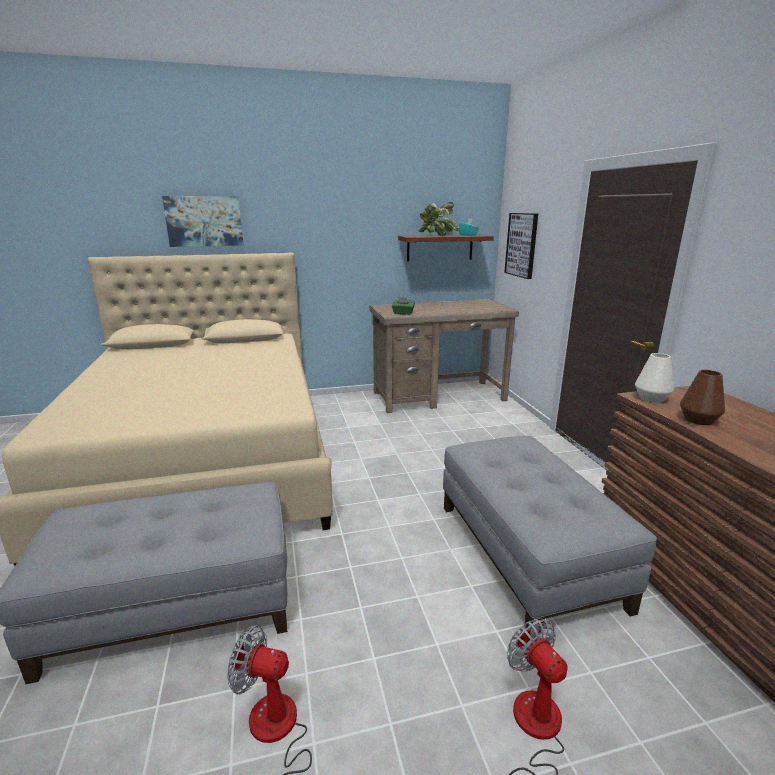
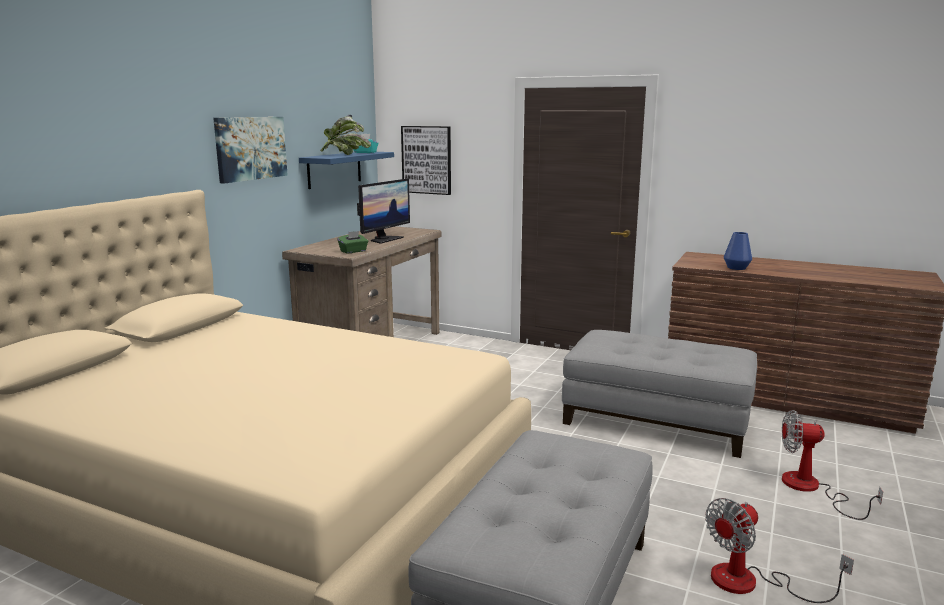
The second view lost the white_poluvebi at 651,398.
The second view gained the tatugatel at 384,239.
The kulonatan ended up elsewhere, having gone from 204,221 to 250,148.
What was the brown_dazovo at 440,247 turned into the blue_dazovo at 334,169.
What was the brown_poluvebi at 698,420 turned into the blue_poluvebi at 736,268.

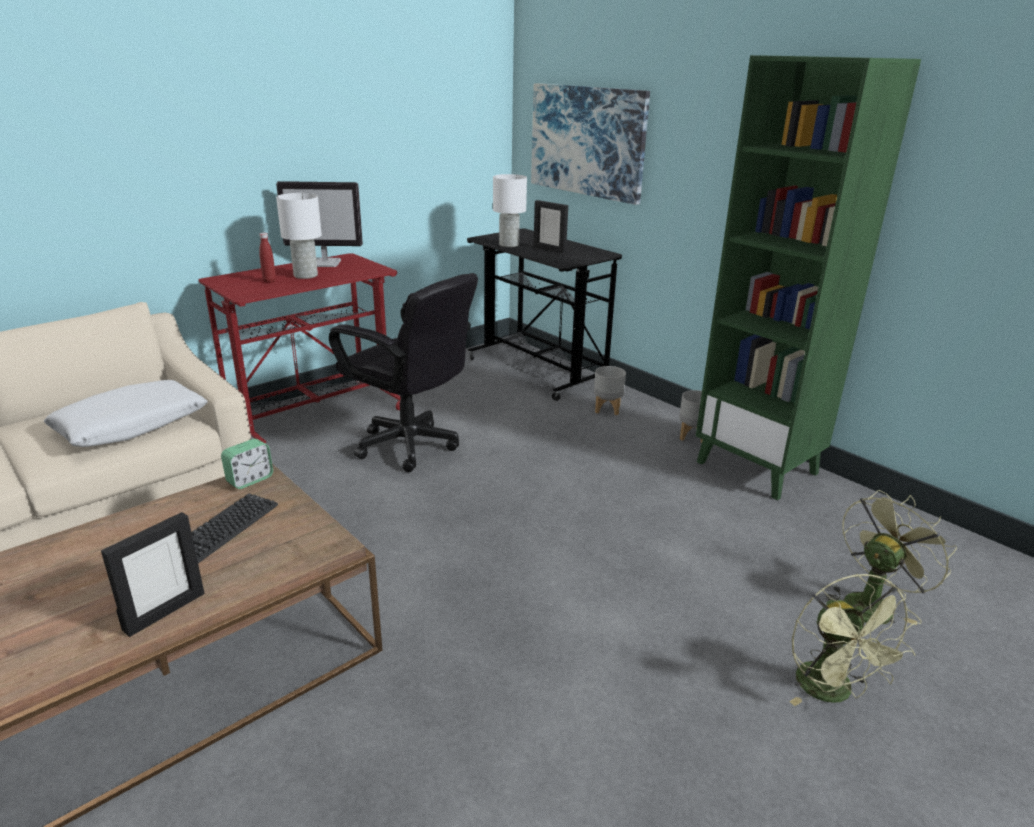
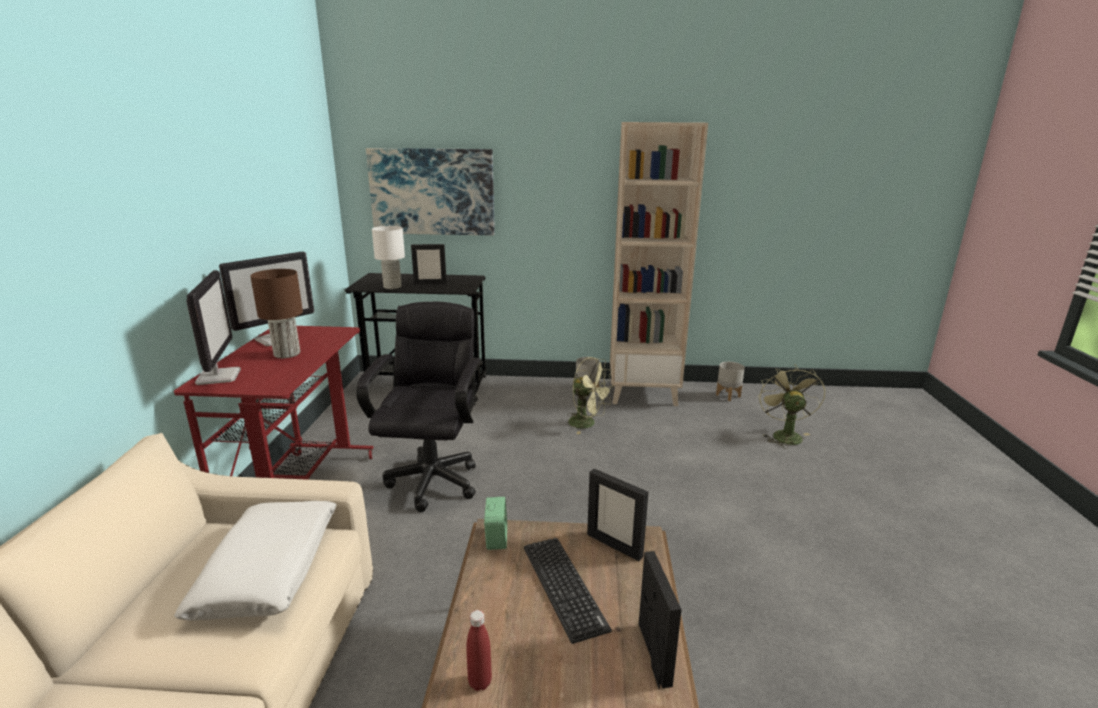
The second view gained the tatugatel at 218,376.
The second view gained the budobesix at 615,544.
The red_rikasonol ended up elsewhere, having gone from 269,281 to 480,682.
The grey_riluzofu ended up elsewhere, having gone from 607,409 to 727,396.
The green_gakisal ended up elsewhere, having gone from 832,692 to 587,424.
What was the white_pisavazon at 306,275 turned into the brown_pisavazon at 288,354.
What was the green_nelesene at 758,468 turned into the beige_nelesene at 643,393.
The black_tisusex at 412,448 ended up facing another way, 75 degrees counterclockwise from before.

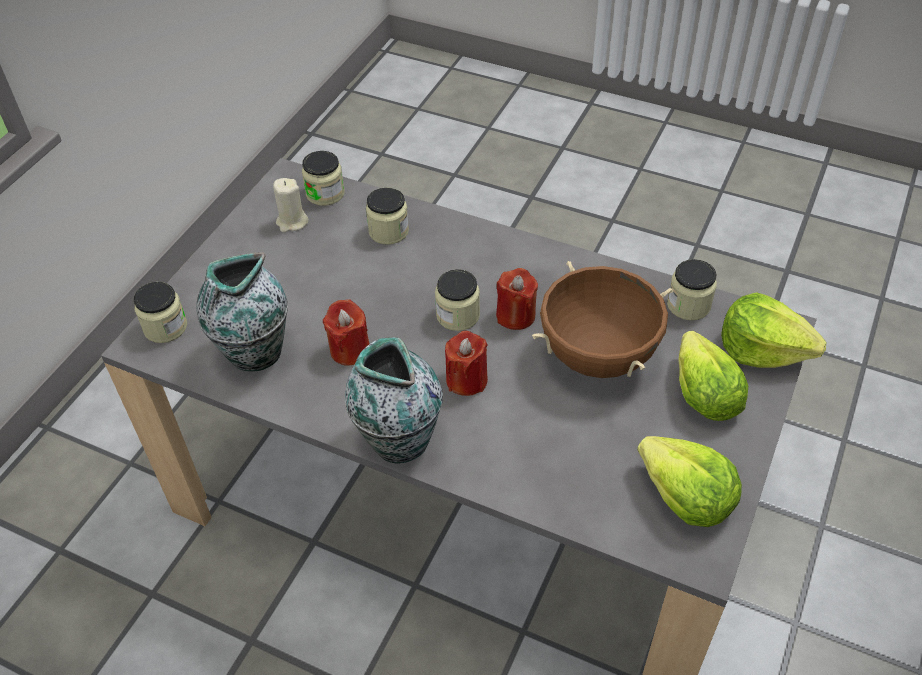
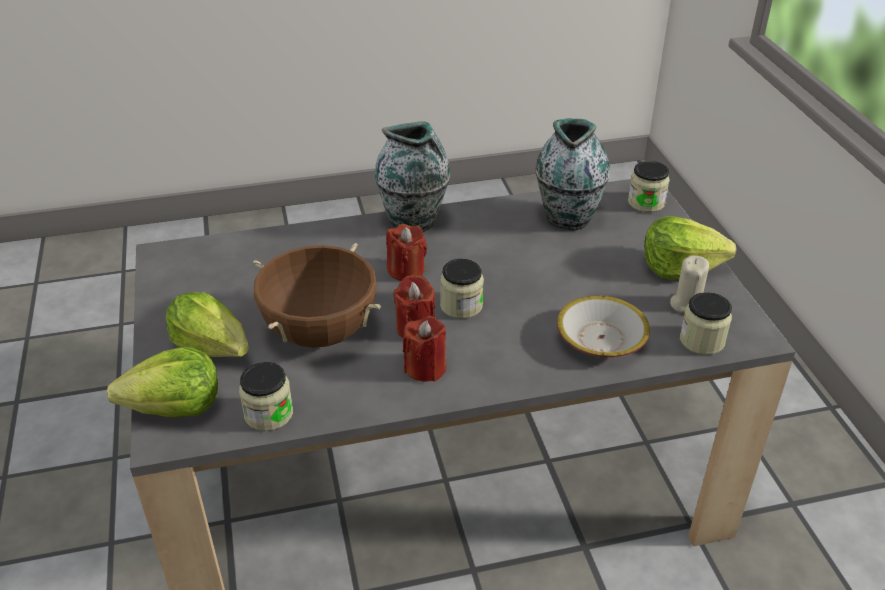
The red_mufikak ended up elsewhere, having gone from 350,350 to 425,368.
The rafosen ended up elsewhere, having gone from 685,498 to 680,266.
Where the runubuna stood at 388,231, the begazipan came to stand at 601,338.

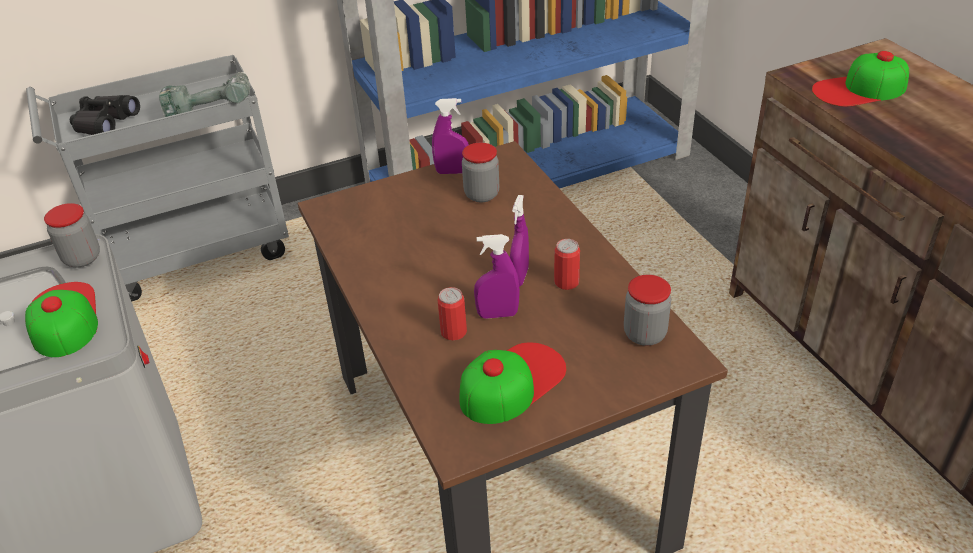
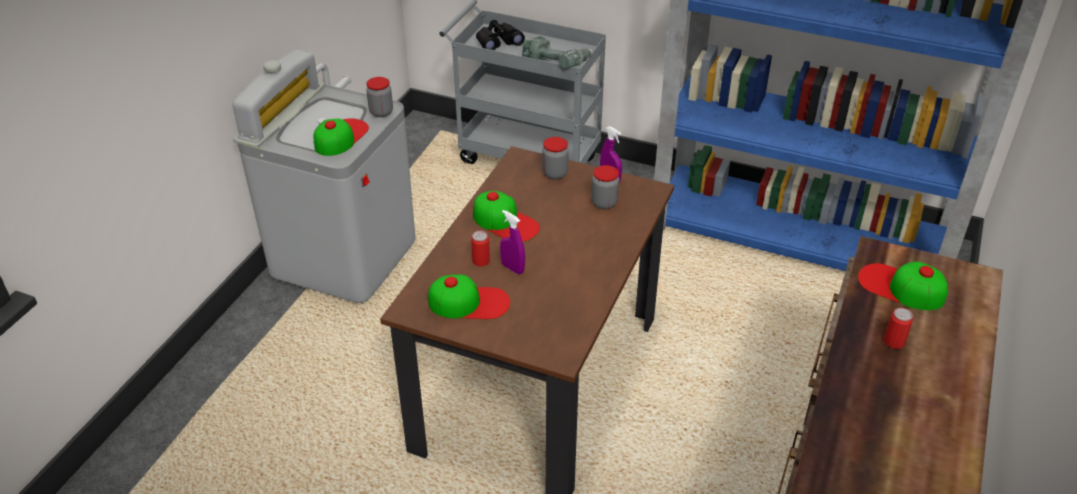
The second view lost the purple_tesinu at 519,277.
The second view gained the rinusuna at 505,222.
The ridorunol ended up elsewhere, having gone from 566,282 to 894,342.
The runubuna ended up elsewhere, having gone from 644,334 to 555,174.

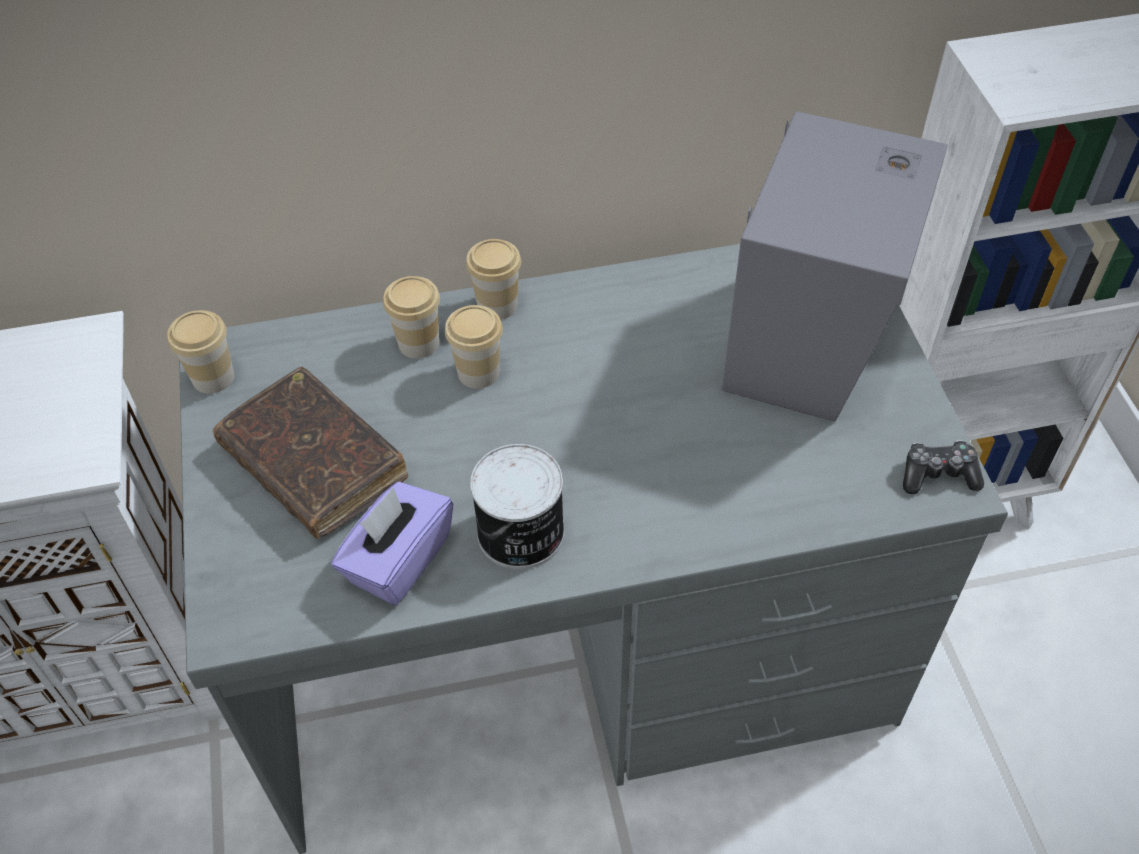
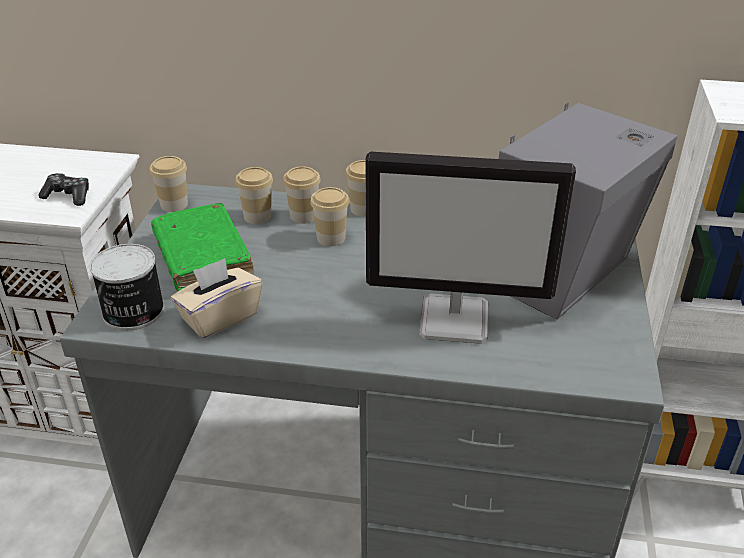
The second view gained the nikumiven at 257,216.
The second view gained the tatugatel at 456,320.
The ridorunol ended up elsewhere, having gone from 521,534 to 133,312.
The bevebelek ended up elsewhere, having gone from 938,474 to 68,196.
What was the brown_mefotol at 314,464 turned into the green_mefotol at 202,258.
What was the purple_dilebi at 398,560 turned into the beige_dilebi at 220,317.

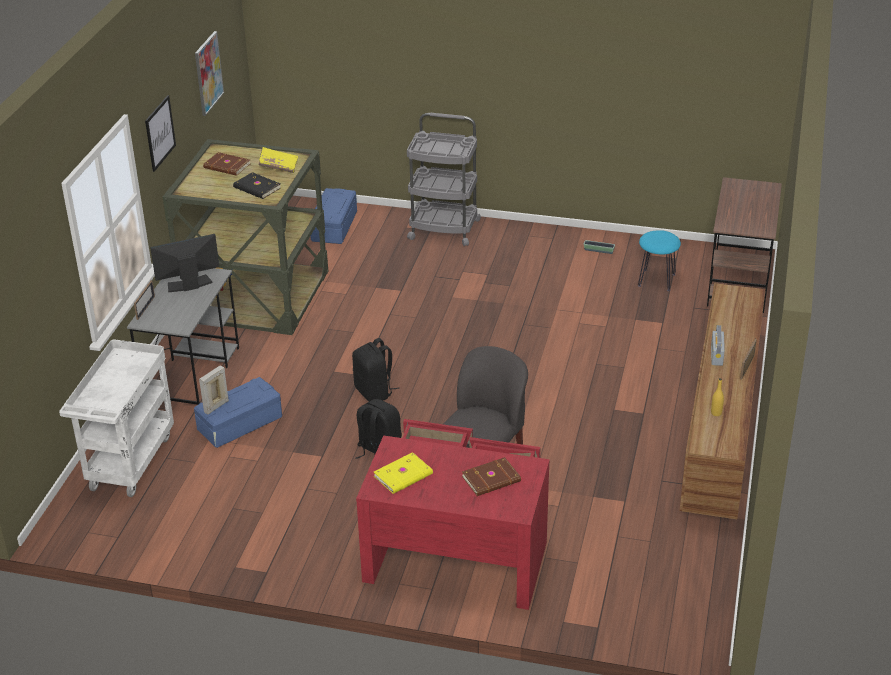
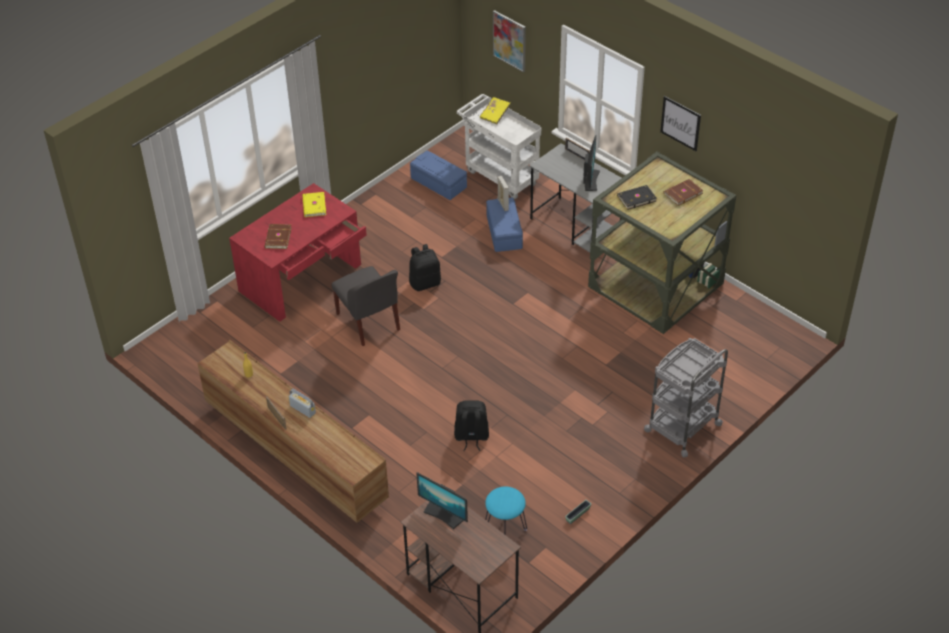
The second view gained the tatugatel at 443,514.
The kulonatan ended up elsewhere, having gone from 208,73 to 509,40.
The yellow_mefotol ended up elsewhere, having gone from 278,166 to 495,115.
The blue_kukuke ended up elsewhere, having gone from 333,226 to 439,183.
The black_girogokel ended up elsewhere, having gone from 374,392 to 471,437.

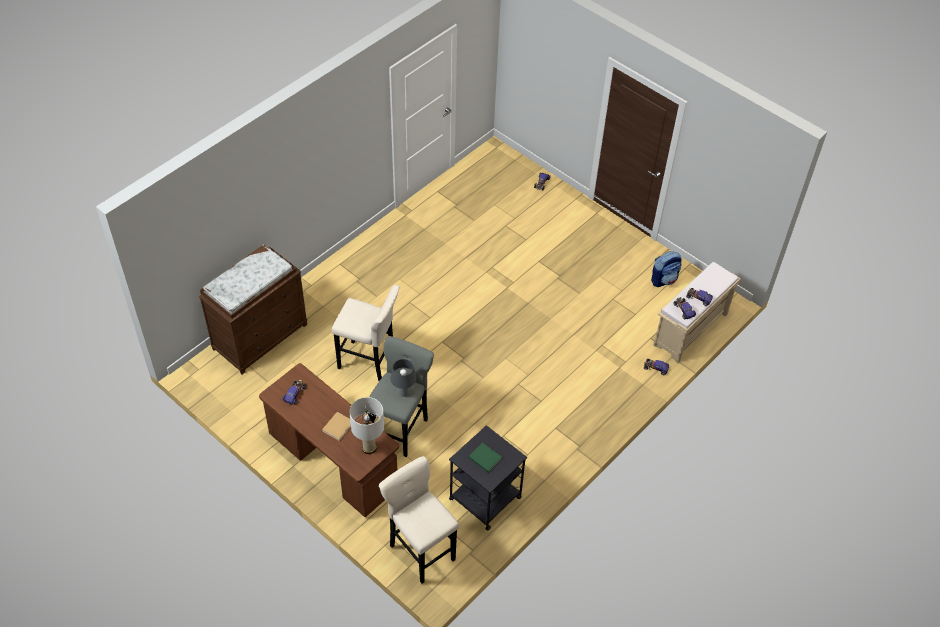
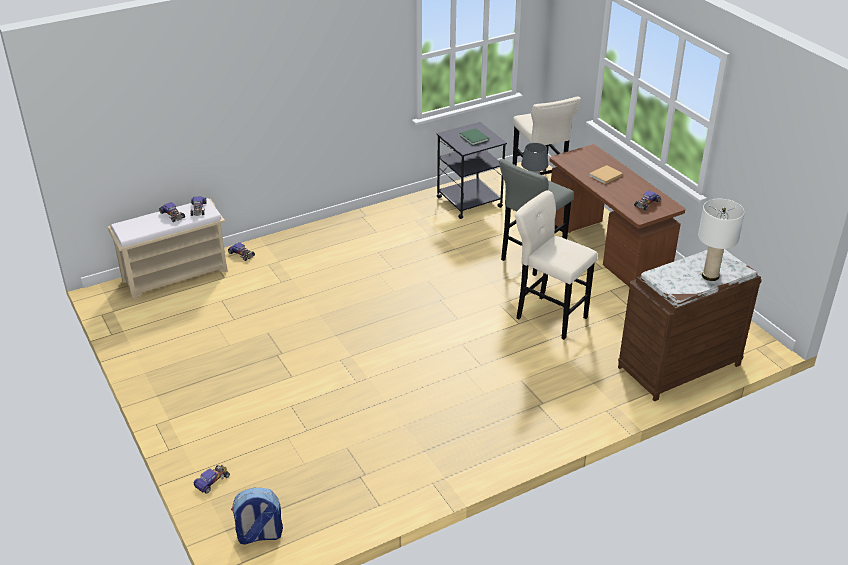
The white_pisavazon ended up elsewhere, having gone from 369,447 to 710,276.
The girogokel ended up elsewhere, having gone from 664,279 to 259,535.

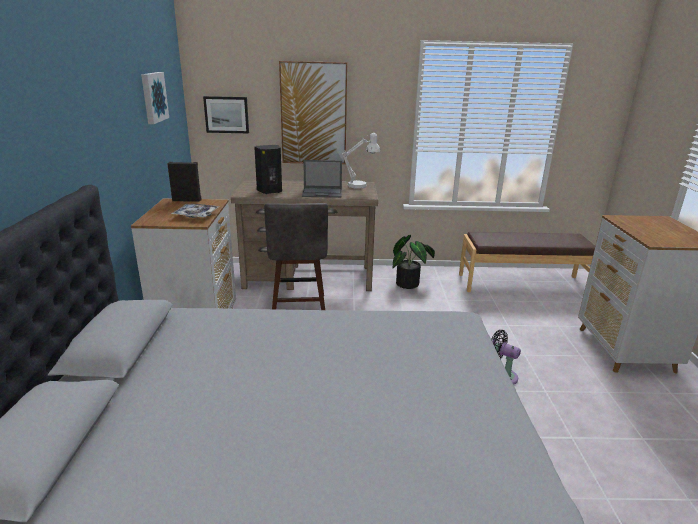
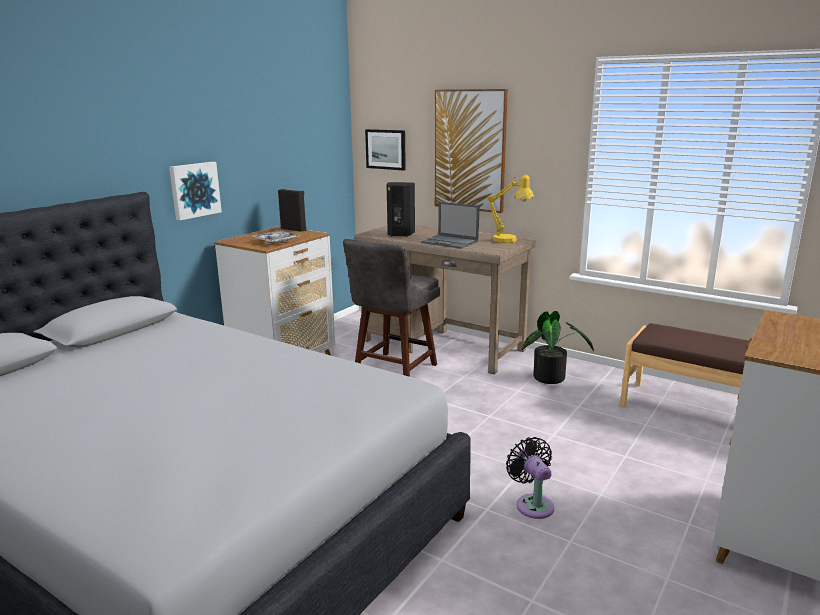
The kulonatan ended up elsewhere, having gone from 153,97 to 194,190.
What was the white_pisavazon at 361,186 turned into the yellow_pisavazon at 509,241.

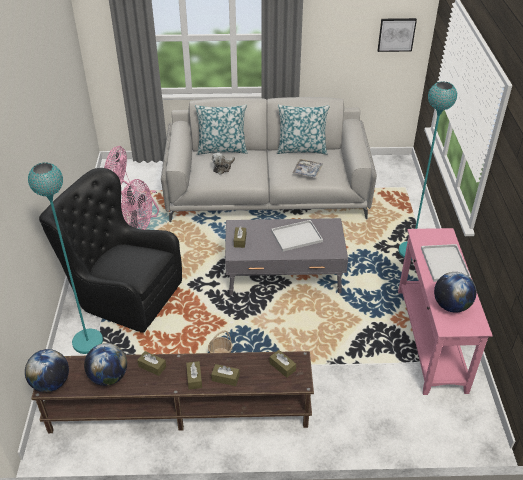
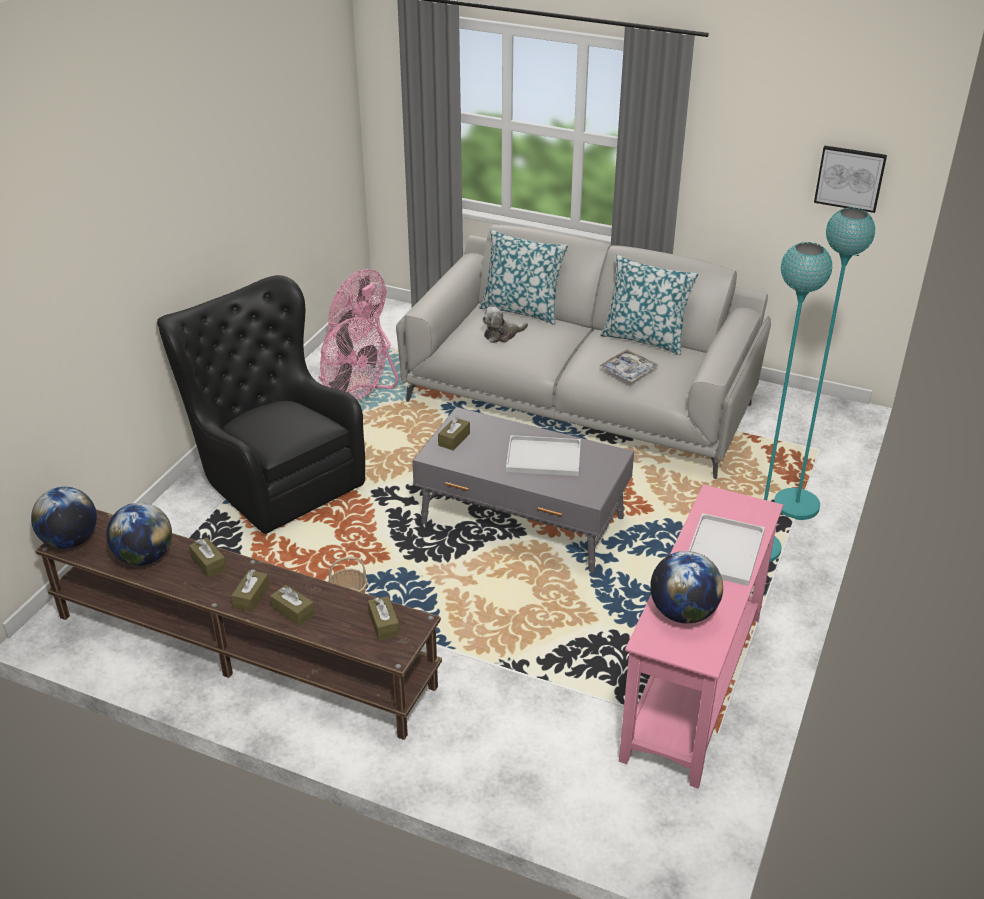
The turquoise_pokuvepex ended up elsewhere, having gone from 88,342 to 796,505.

